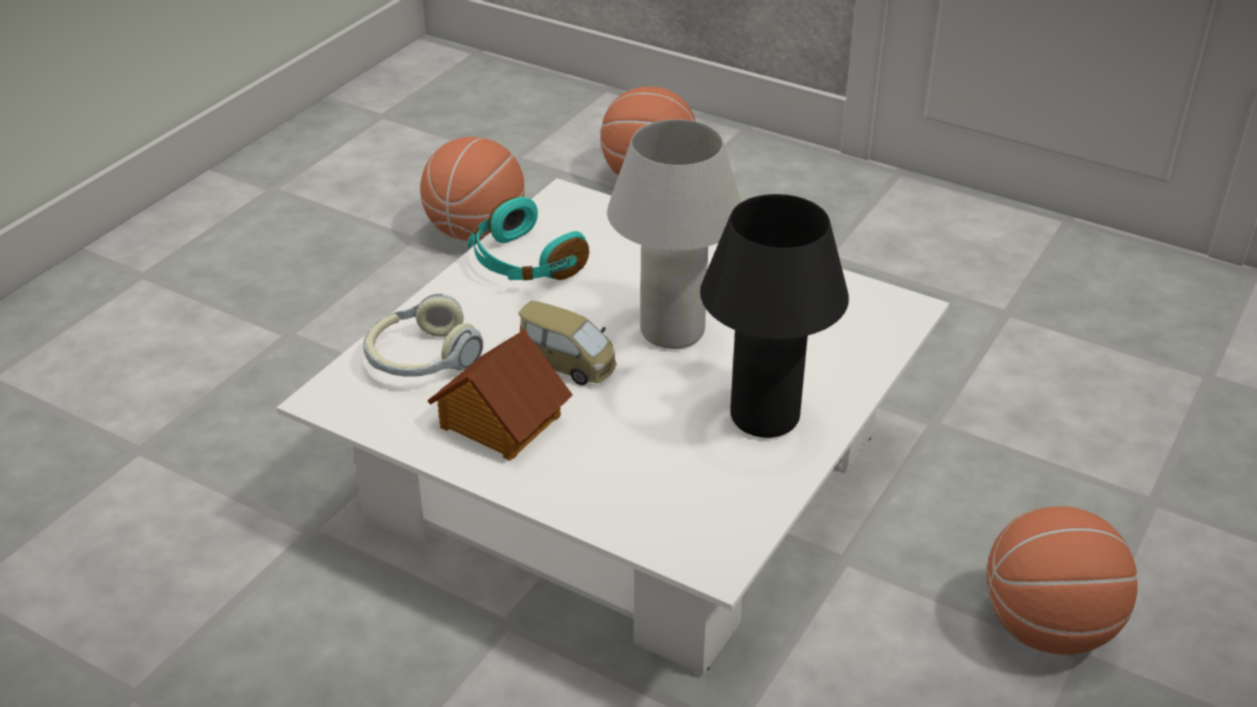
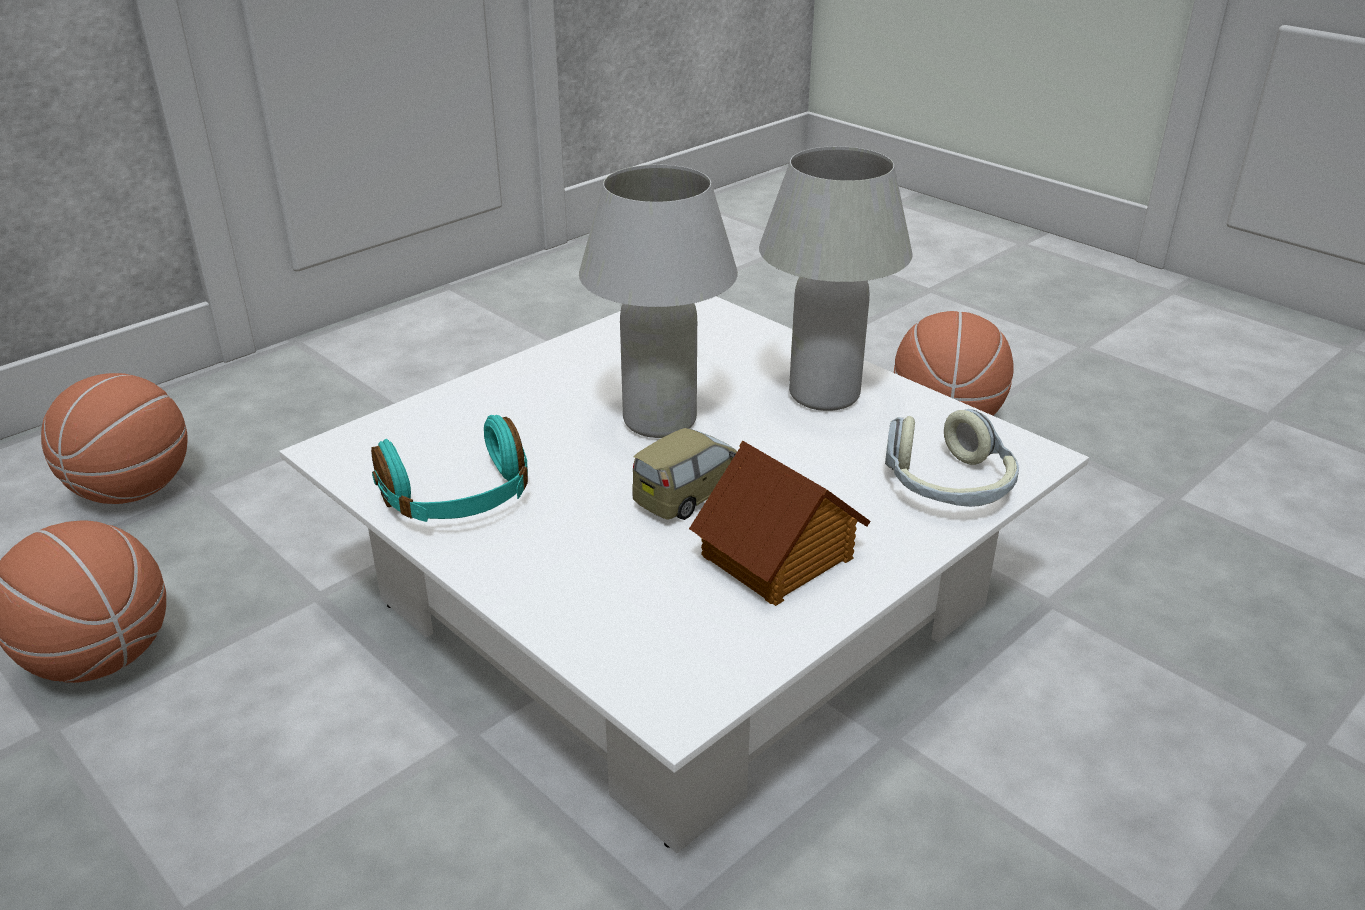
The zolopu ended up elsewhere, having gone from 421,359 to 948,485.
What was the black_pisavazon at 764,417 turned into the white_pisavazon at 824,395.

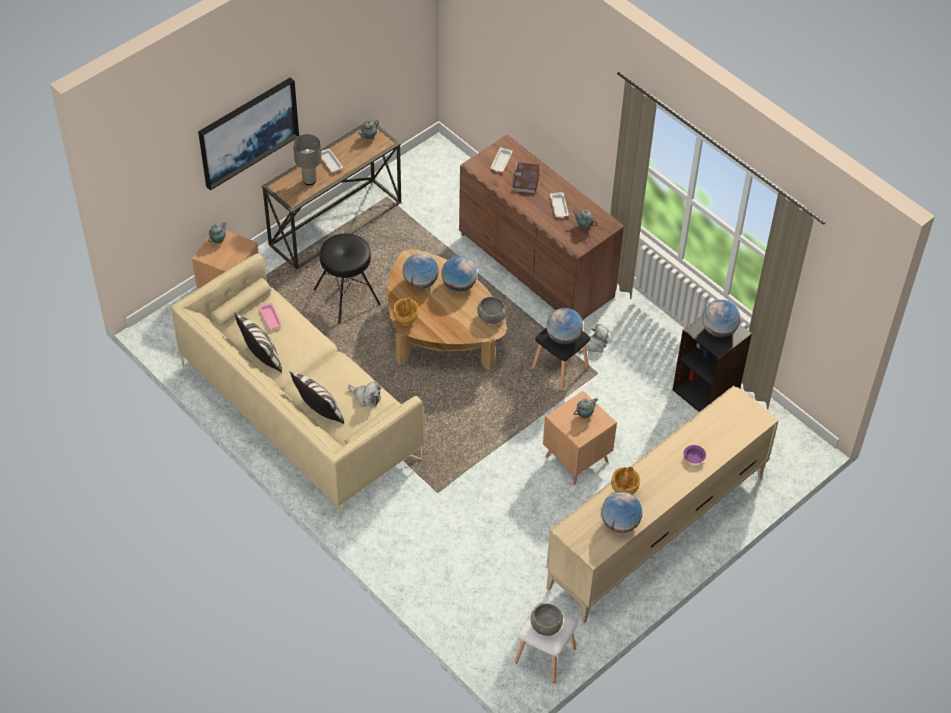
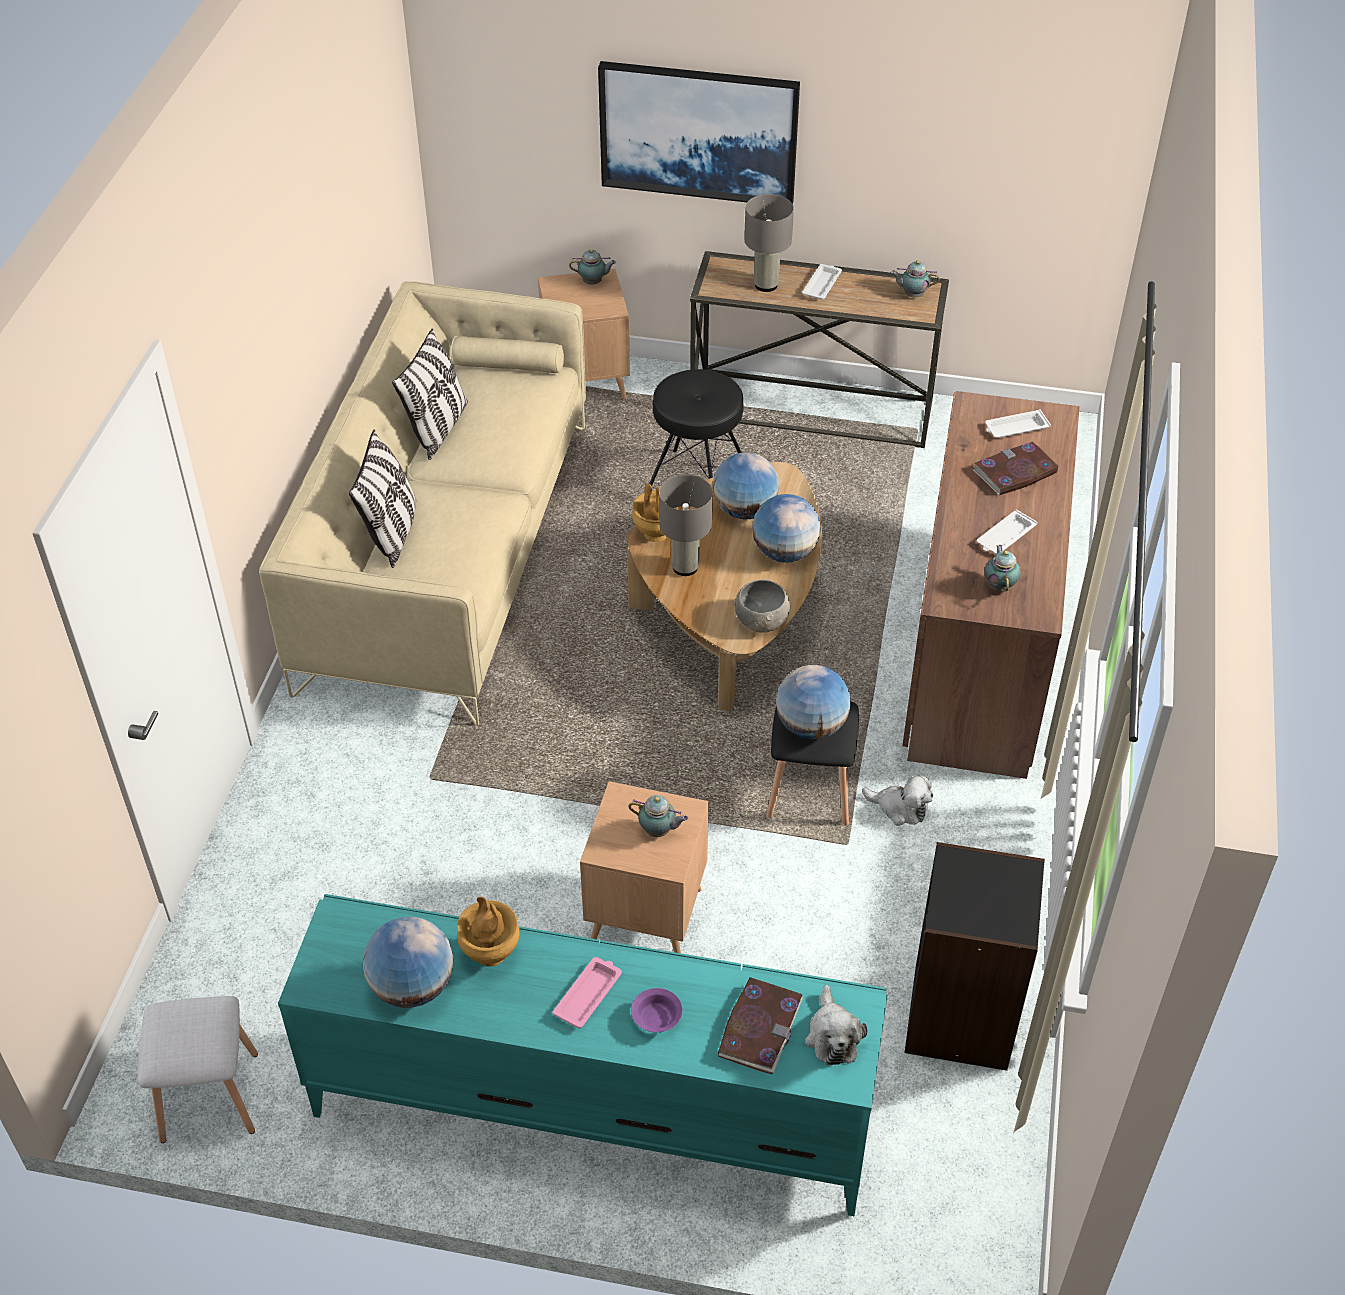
The second view lost the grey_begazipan at 545,626.
The second view lost the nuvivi at 719,330.
The second view gained the grey_pisavazon at 686,567.
The second view gained the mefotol at 759,1027.
The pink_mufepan ended up elsewhere, having gone from 270,317 to 588,994.
The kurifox ended up elsewhere, having gone from 366,397 to 832,1036.
What was the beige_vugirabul at 656,533 turned into the turquoise_vugirabul at 588,1116.

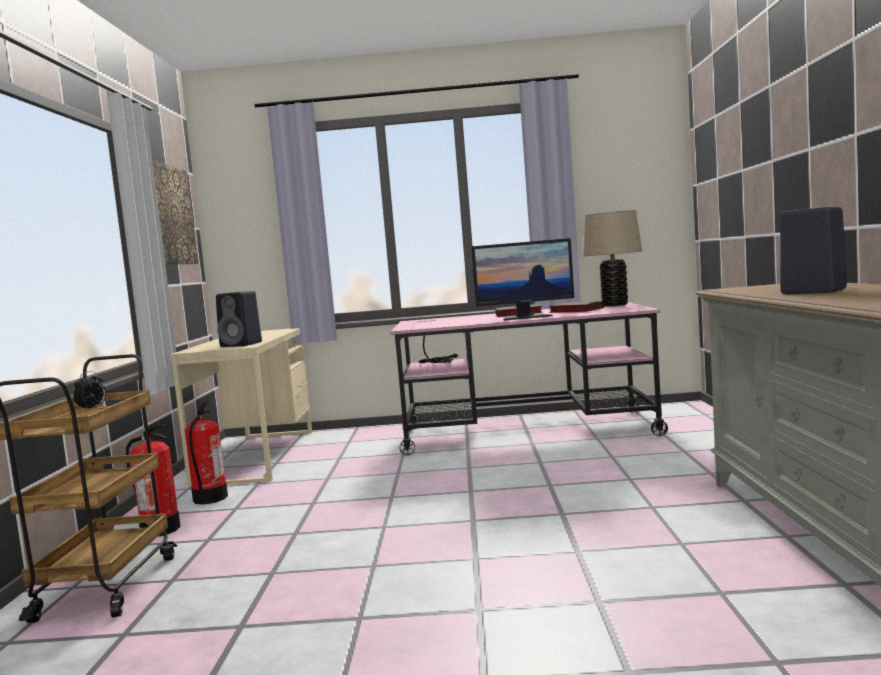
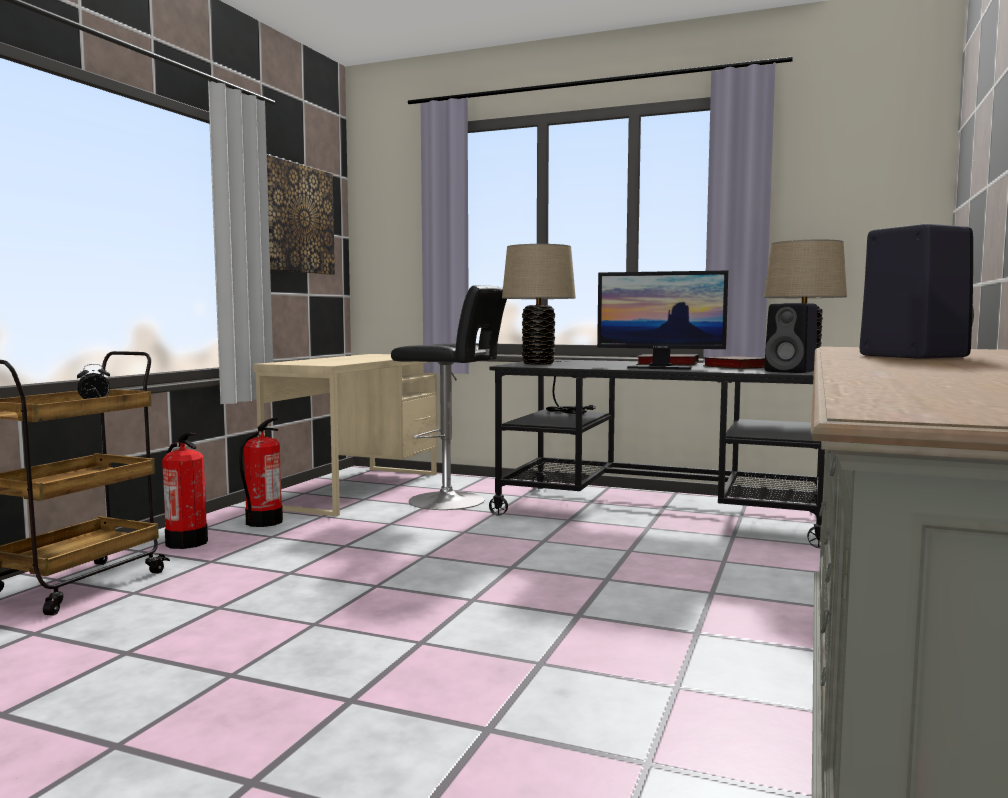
The second view gained the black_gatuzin at 452,501.
The second view gained the beige_pisavazon at 538,363.
The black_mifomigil ended up elsewhere, having gone from 242,344 to 792,371.
What was the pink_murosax at 527,432 turned into the black_murosax at 658,513.

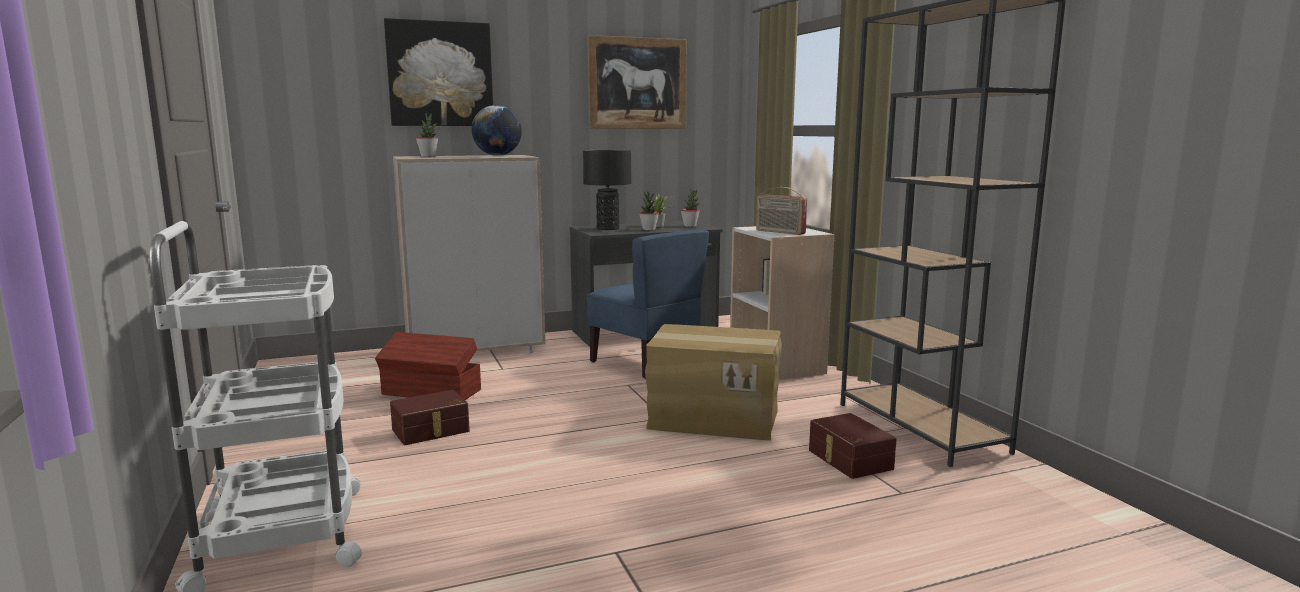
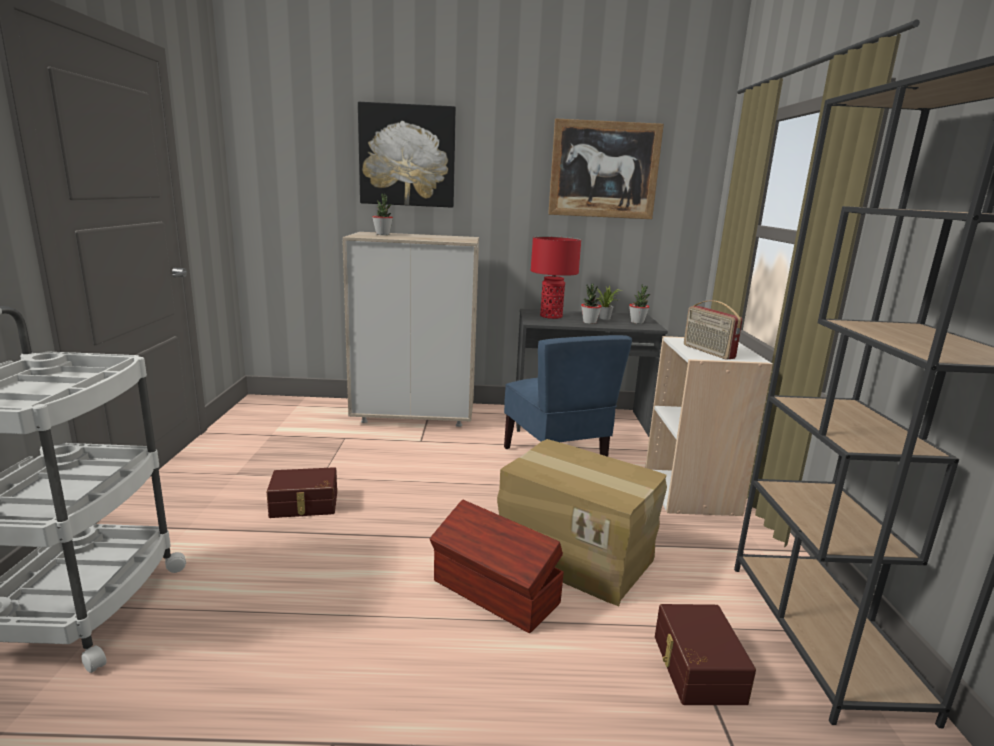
The second view lost the nuvivi at 498,155.
The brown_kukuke ended up elsewhere, having gone from 431,392 to 495,593.
What was the black_pisavazon at 607,228 turned into the red_pisavazon at 551,316.

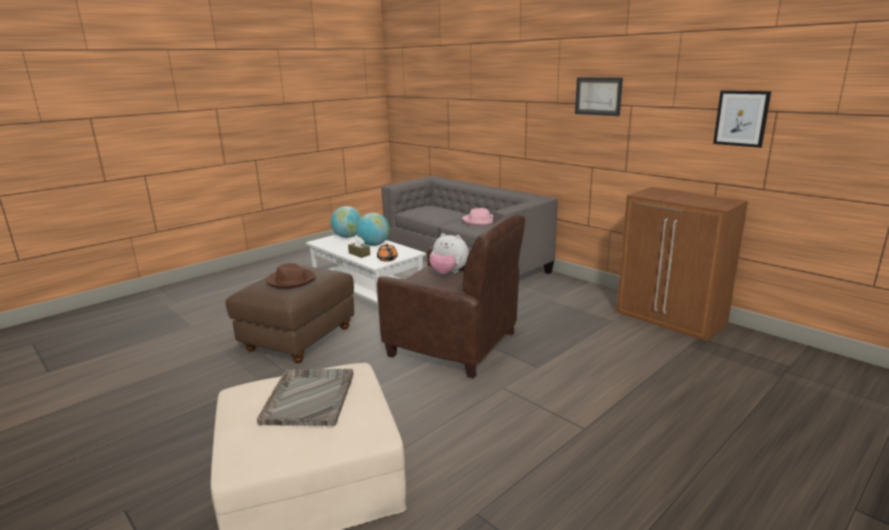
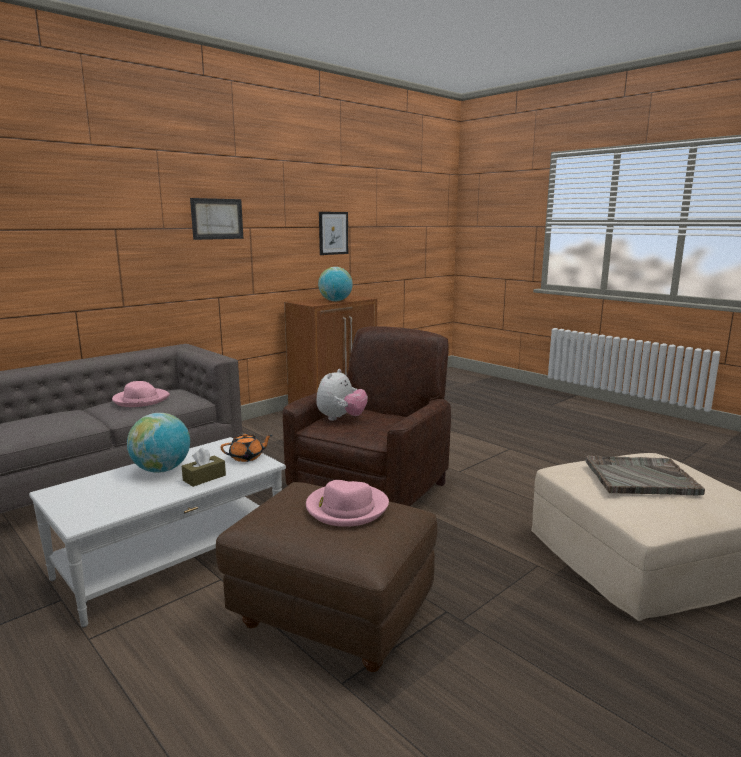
The nuvivi ended up elsewhere, having gone from 348,237 to 335,301.
What was the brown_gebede at 291,280 turned into the pink_gebede at 346,508.

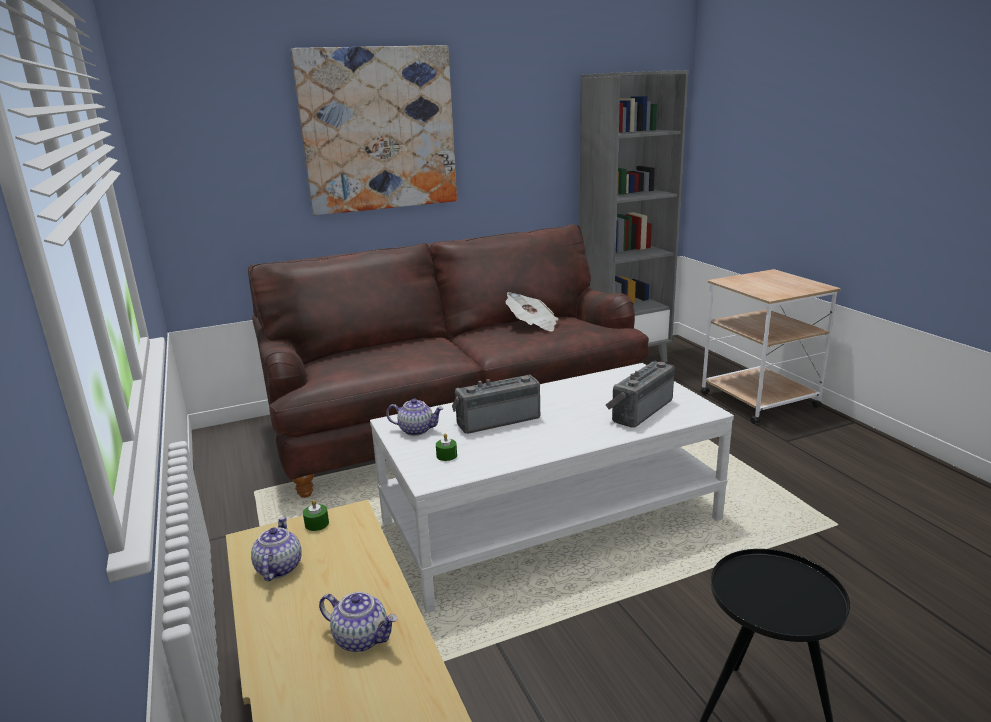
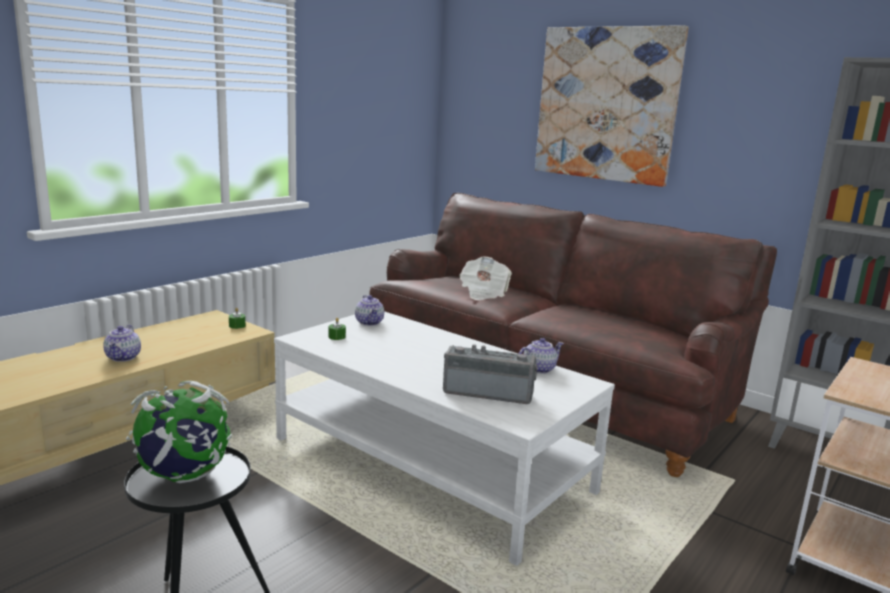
The second view lost the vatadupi at 497,420.
The second view gained the nuvivi at 184,475.
The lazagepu ended up elsewhere, having gone from 278,568 to 539,369.
The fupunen ended up elsewhere, having gone from 533,325 to 483,293.

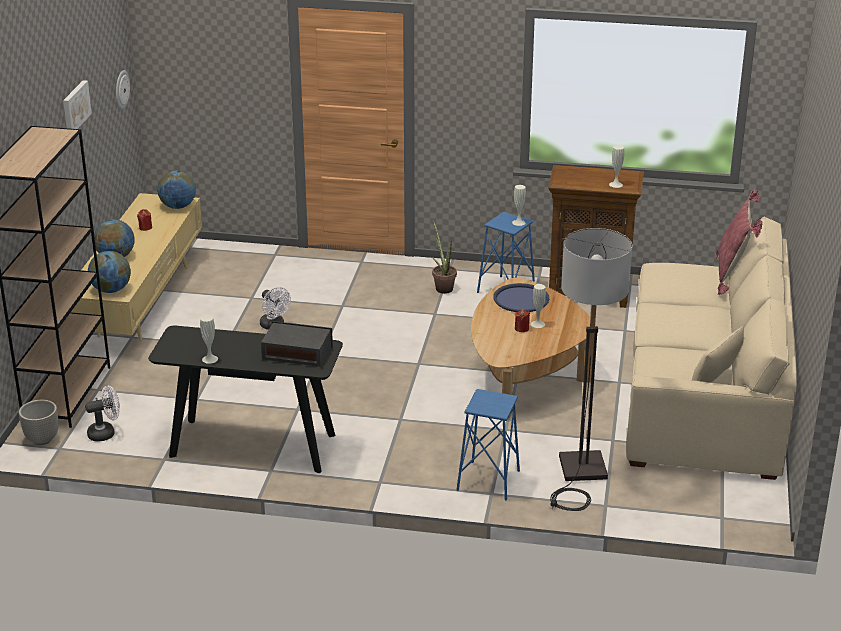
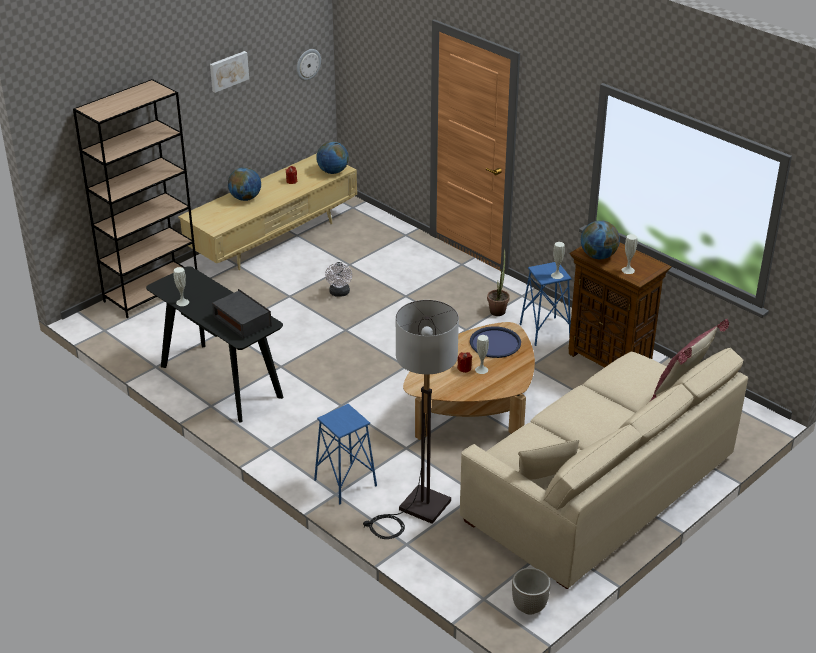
The second view lost the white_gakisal at 106,433.
The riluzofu ended up elsewhere, having gone from 42,440 to 529,607.
The nuvivi ended up elsewhere, having gone from 111,290 to 598,256.

